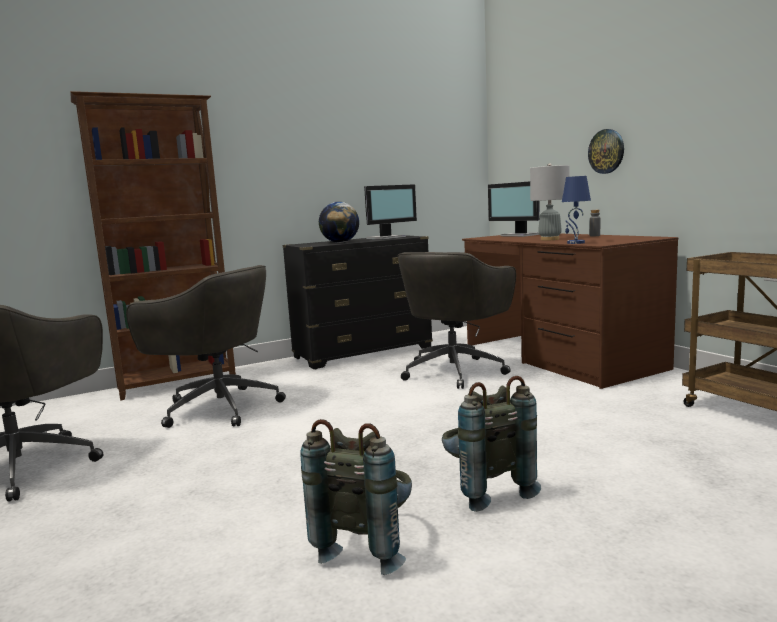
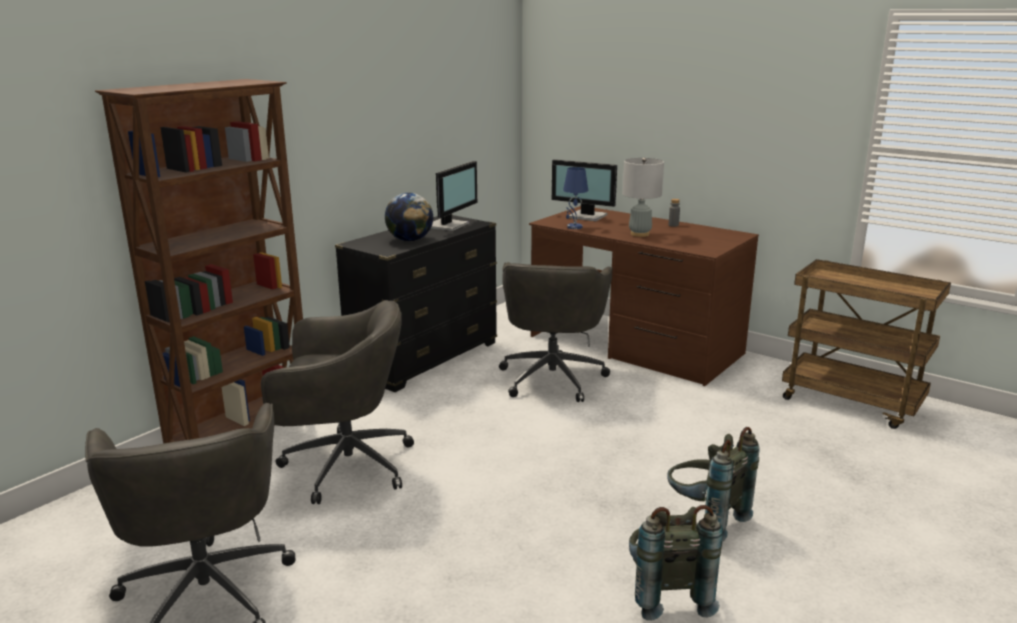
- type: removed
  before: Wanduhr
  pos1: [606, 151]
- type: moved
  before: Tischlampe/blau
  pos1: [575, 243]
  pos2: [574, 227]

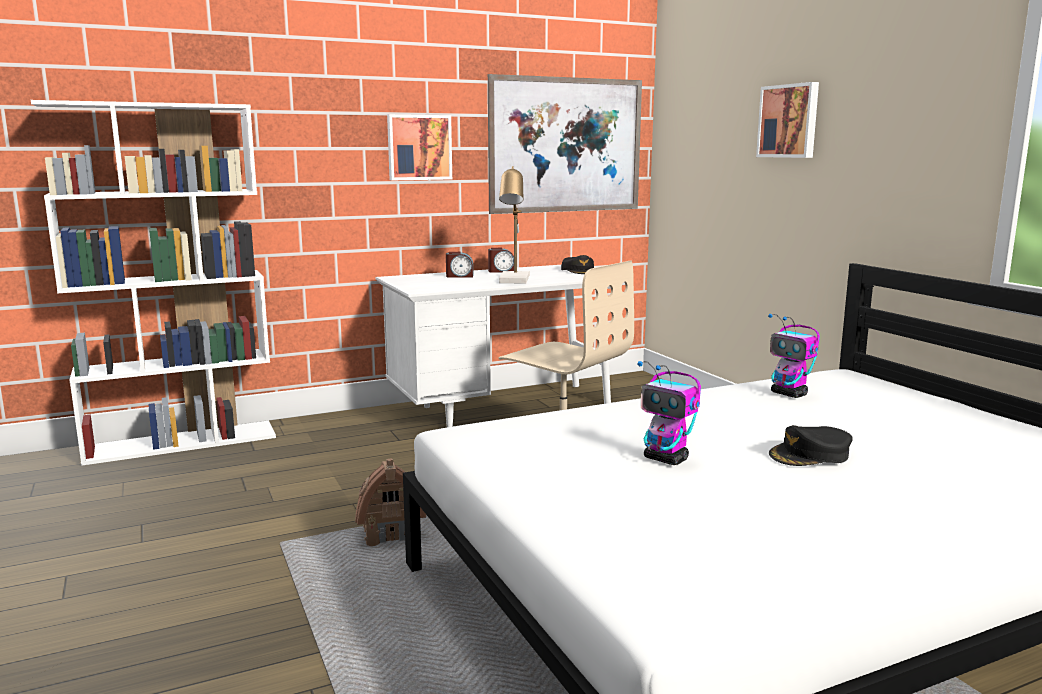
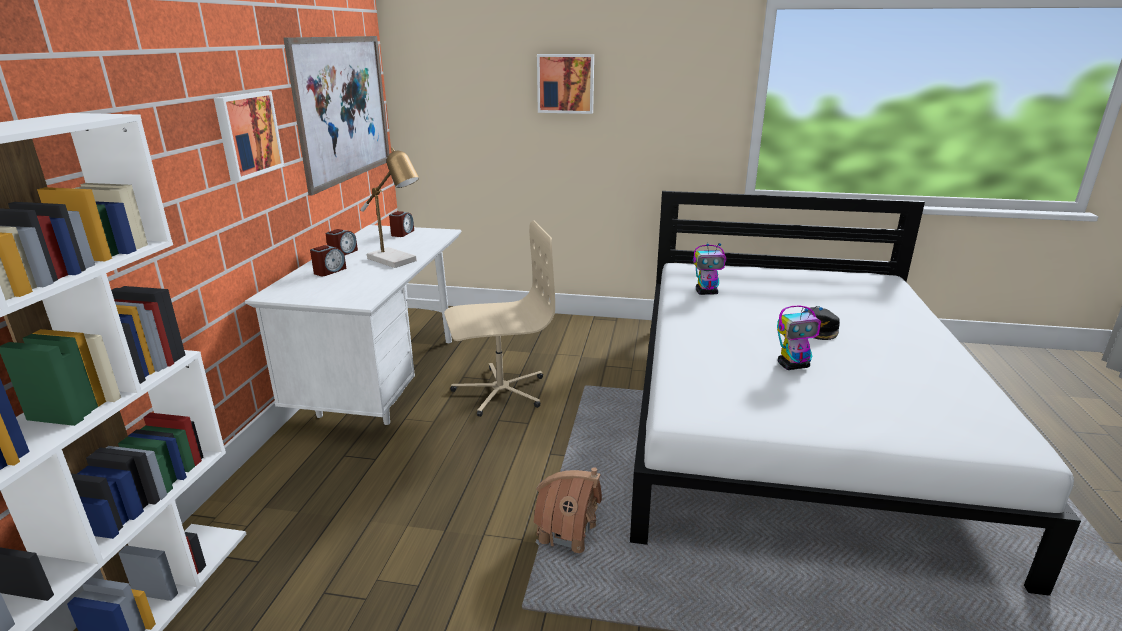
- type: replaced
  before: Kappe/schwarz
  after: Wecker
  pos1: [579, 270]
  pos2: [402, 233]

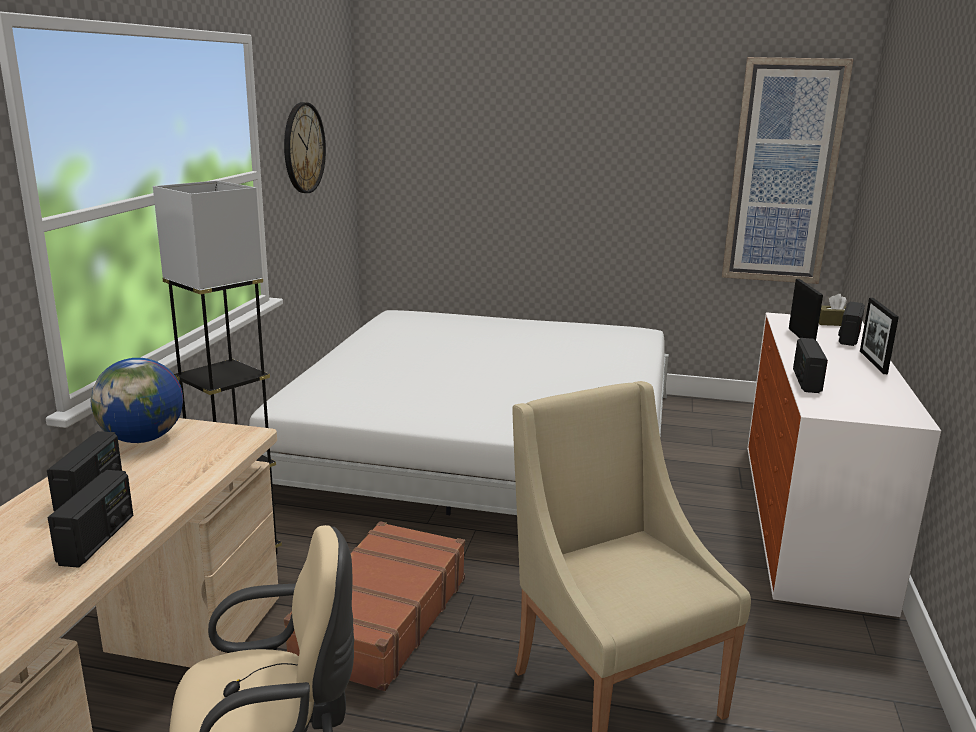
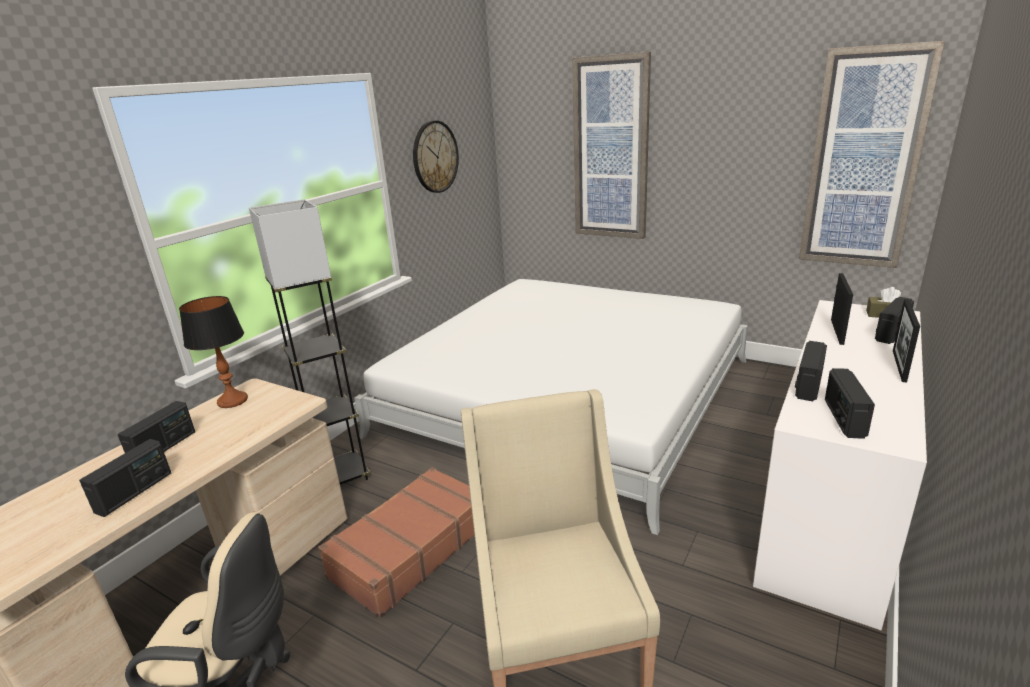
- type: added
  after: Bild
  pos2: [611, 150]
- type: added
  after: Radio
  pos2: [844, 418]
- type: replaced
  before: Globus
  after: Tischlampe
  pos1: [143, 439]
  pos2: [233, 400]

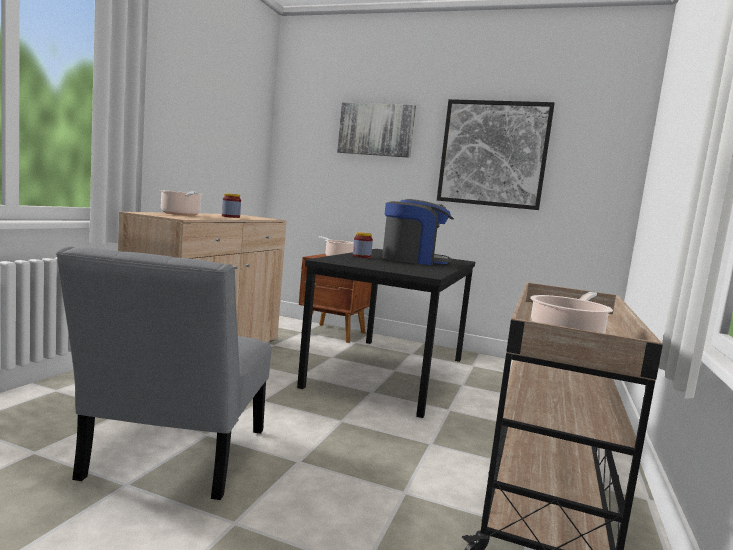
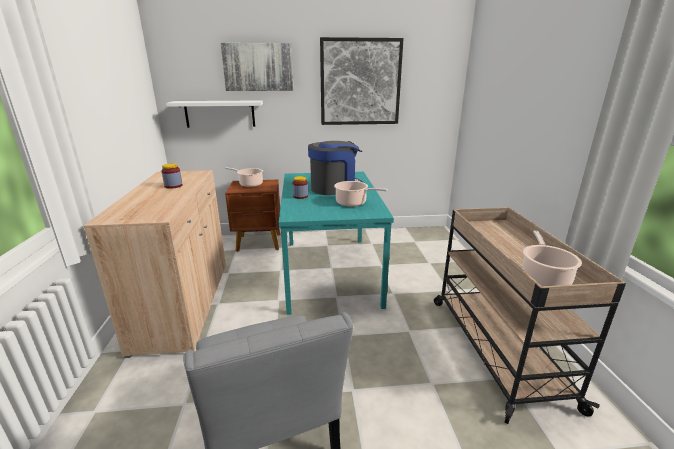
- type: added
  after: Wandregal/weiß
  pos2: [220, 114]
- type: moved
  before: Kochtopf
  pos1: [181, 214]
  pos2: [353, 203]
- type: recoloured
  before: Esstisch/schwarz
  after: Esstisch/türkis
  pos1: [388, 371]
  pos2: [329, 270]

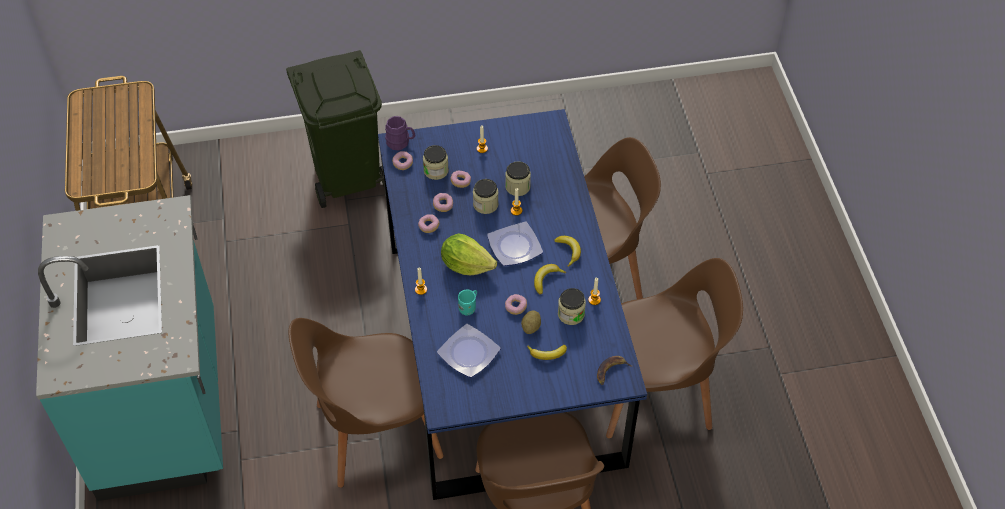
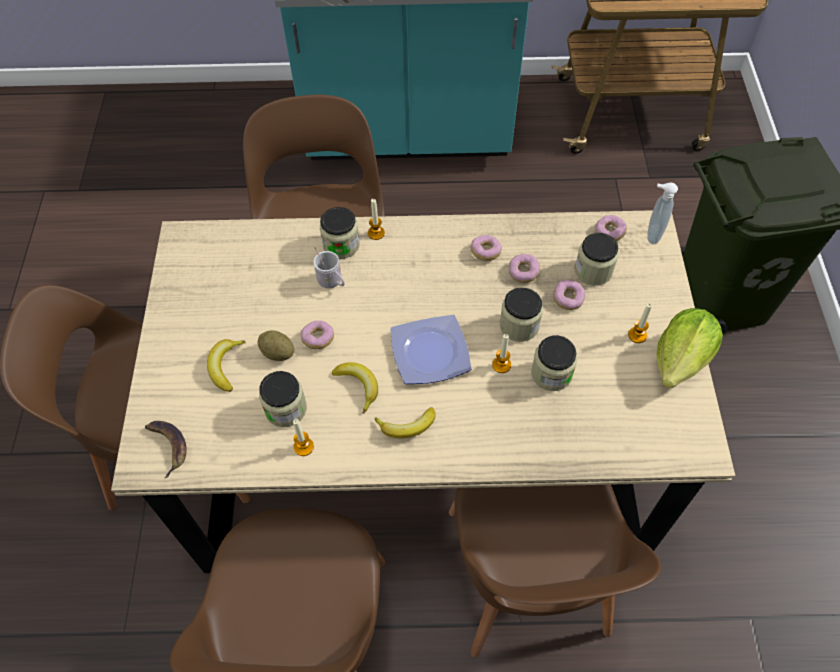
- type: removed
  before: Teller
  pos1: [468, 352]
- type: added
  after: Vorratsglas
  pos2: [341, 245]
- type: moved
  before: Salatkopf
  pos1: [466, 265]
  pos2: [681, 360]
- type: replaced
  before: Henkelbecher/lila
  after: Seifenspender
  pos1: [401, 143]
  pos2: [651, 234]
- type: recoloured
  before: Esstisch/blau
  after: Esstisch/beige
  pos1: [504, 347]
  pos2: [421, 447]
- type: recoloured
  before: Henkelbecher/türkis
  after: Henkelbecher/weiß
  pos1: [468, 307]
  pos2: [332, 283]

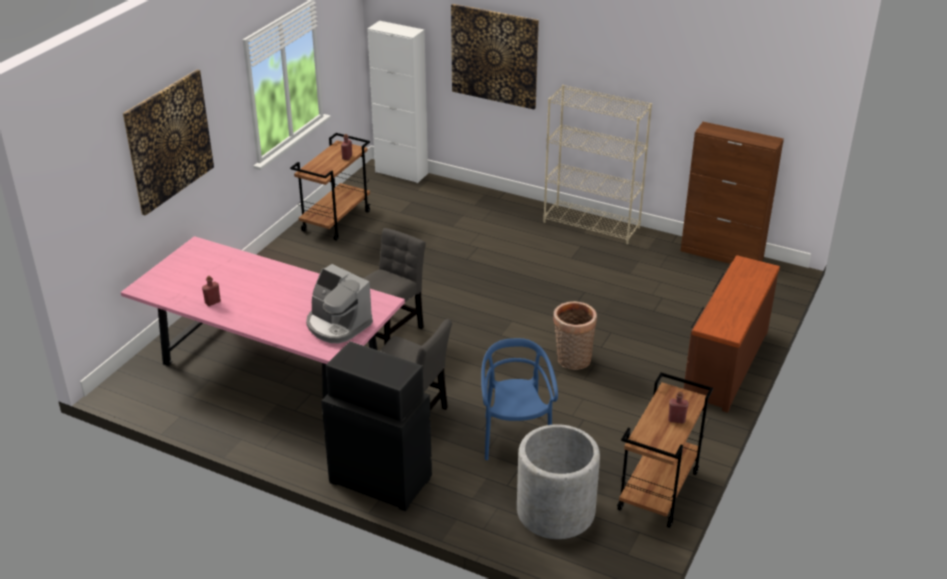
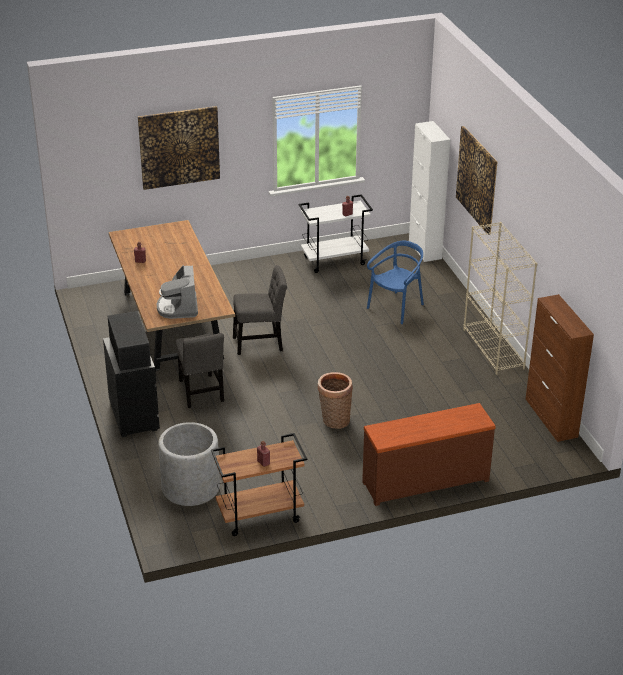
- type: moved
  before: Stuhl/blau
  pos1: [515, 437]
  pos2: [396, 308]
- type: recoloured
  before: Esstisch/rosa
  after: Esstisch/braun
  pos1: [271, 365]
  pos2: [172, 324]
- type: recoloured
  before: Rollwagen/braun
  after: Rollwagen/weiß
  pos1: [336, 220]
  pos2: [335, 260]

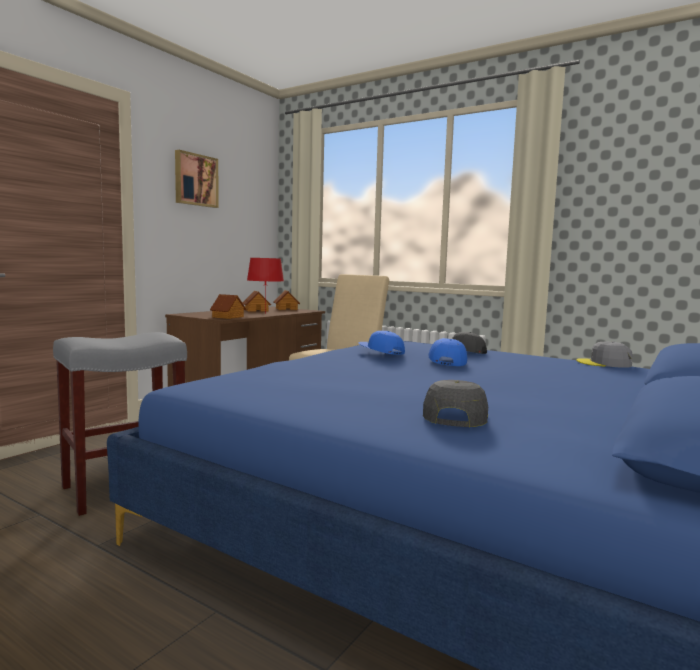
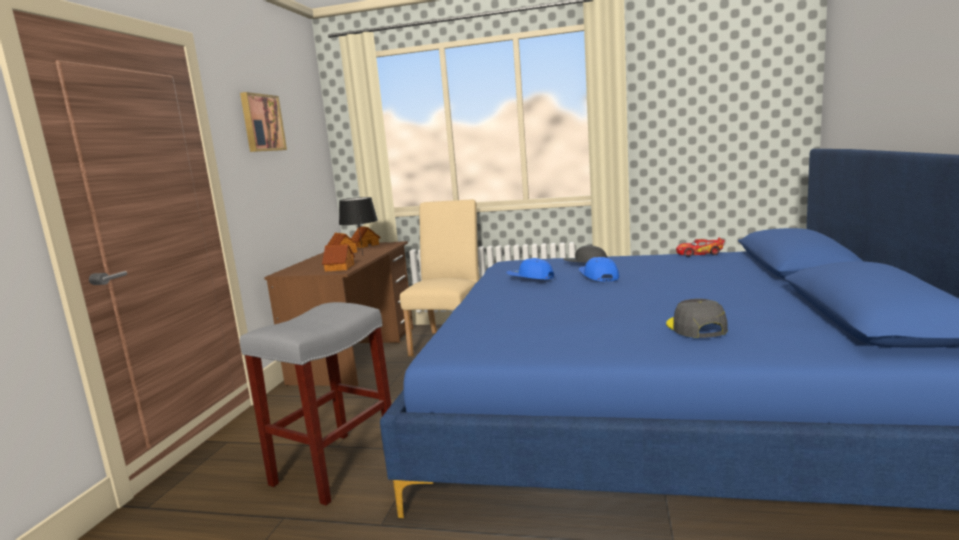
- type: replaced
  before: Kappe/grau
  after: Spielzeugauto
  pos1: [604, 363]
  pos2: [699, 253]
- type: recoloured
  before: Tischlampe/rot
  after: Tischlampe/schwarz
  pos1: [265, 313]
  pos2: [362, 256]

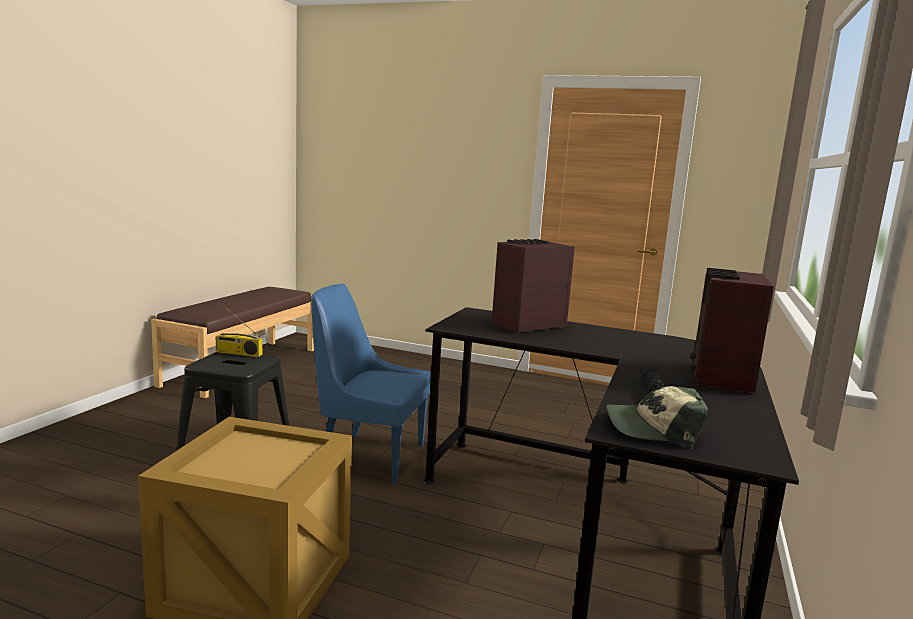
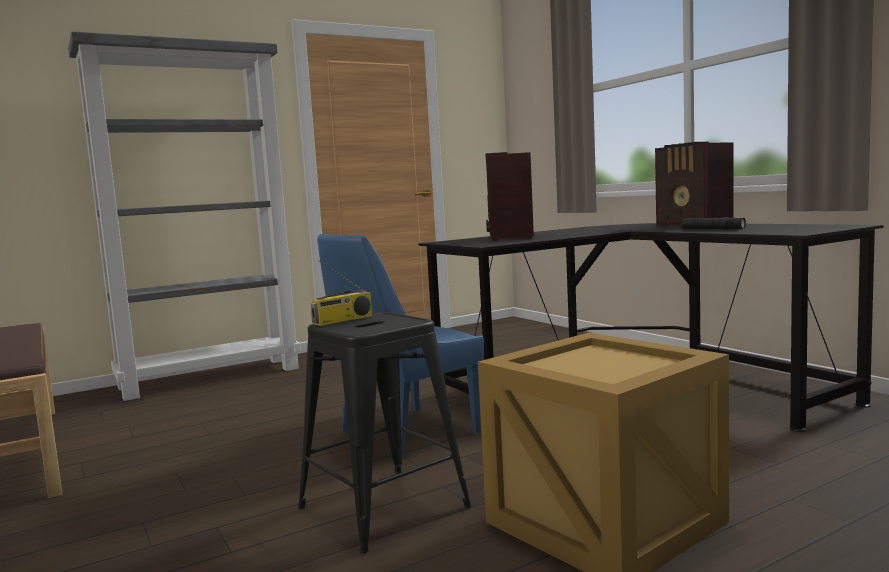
- type: removed
  before: Kappe
  pos1: [653, 429]
- type: added
  after: Bücherregal/grau
  pos2: [211, 377]

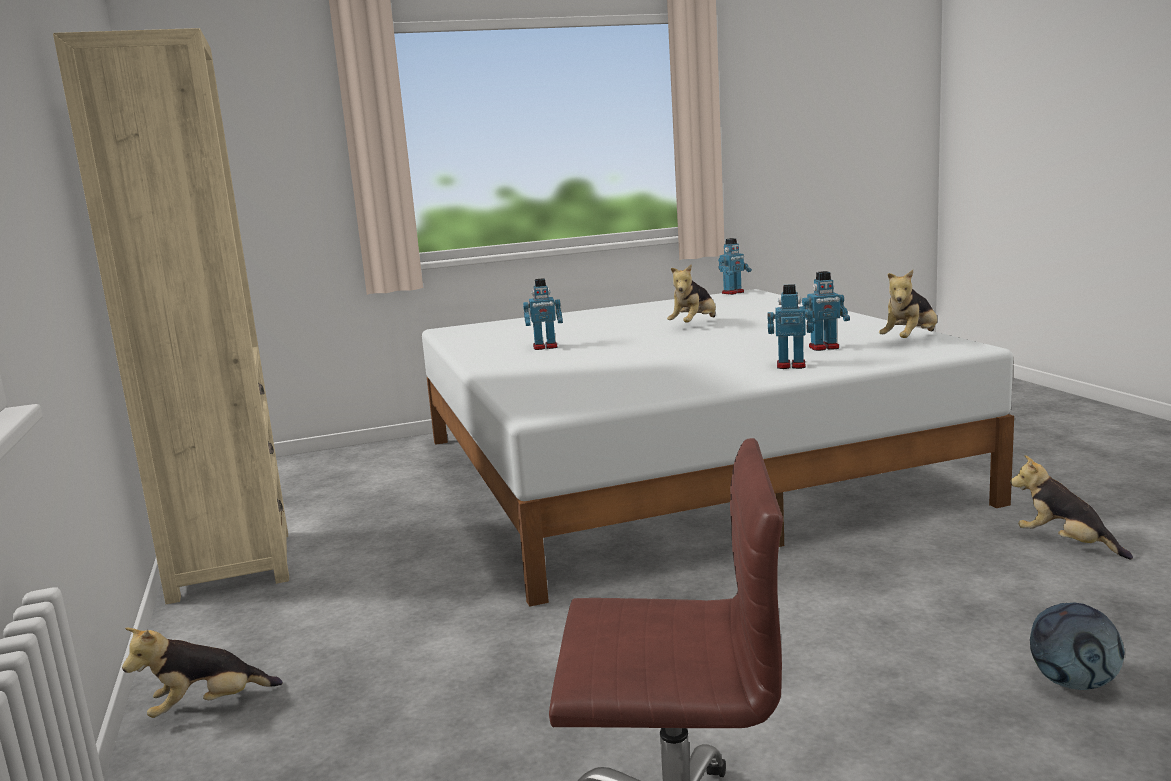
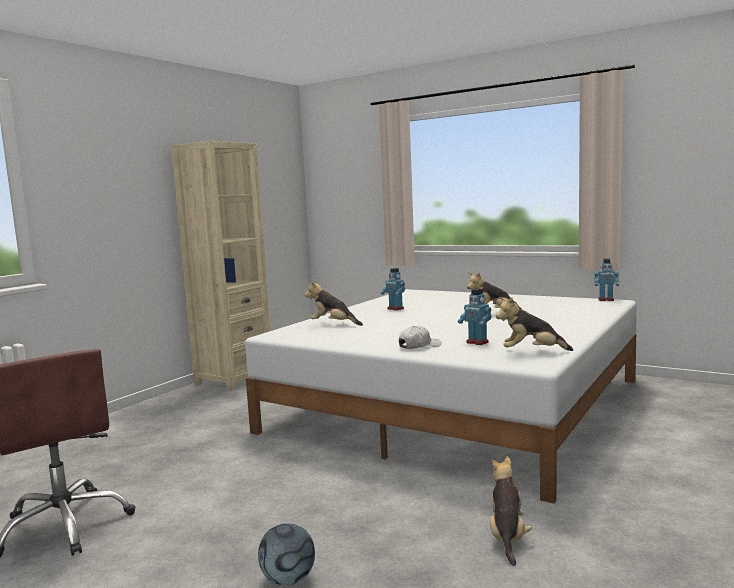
- type: moved
  before: Plüschtier
  pos1: [207, 707]
  pos2: [333, 324]
- type: replaced
  before: Spielzeugroboter
  after: Kappe/weiß
  pos1: [791, 365]
  pos2: [419, 346]

